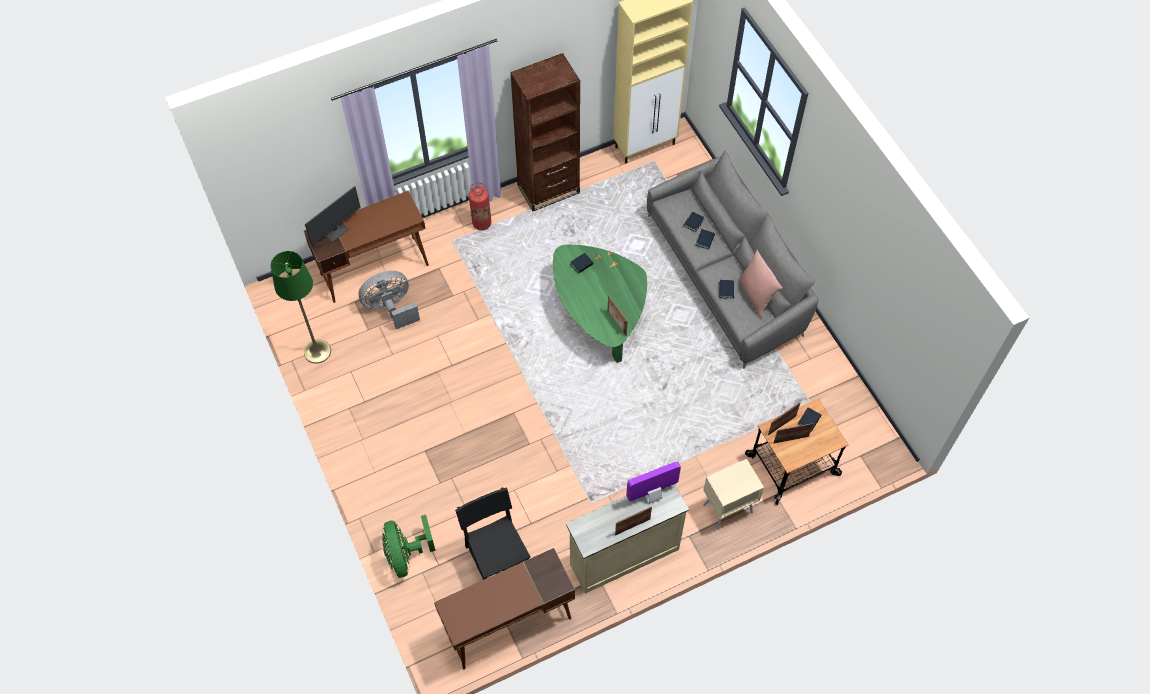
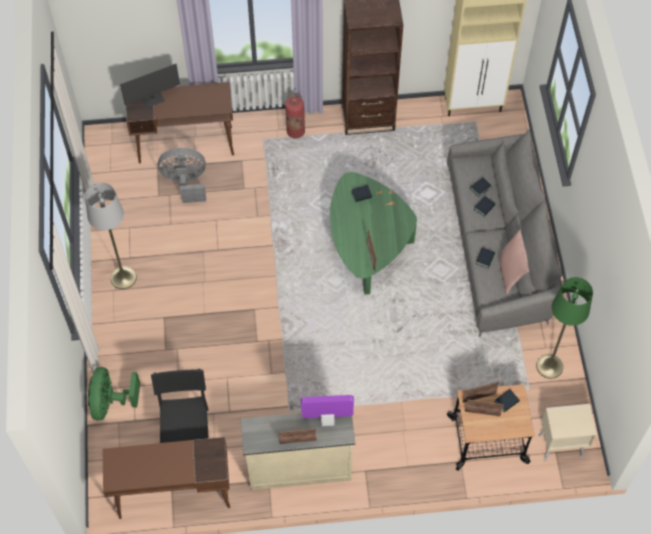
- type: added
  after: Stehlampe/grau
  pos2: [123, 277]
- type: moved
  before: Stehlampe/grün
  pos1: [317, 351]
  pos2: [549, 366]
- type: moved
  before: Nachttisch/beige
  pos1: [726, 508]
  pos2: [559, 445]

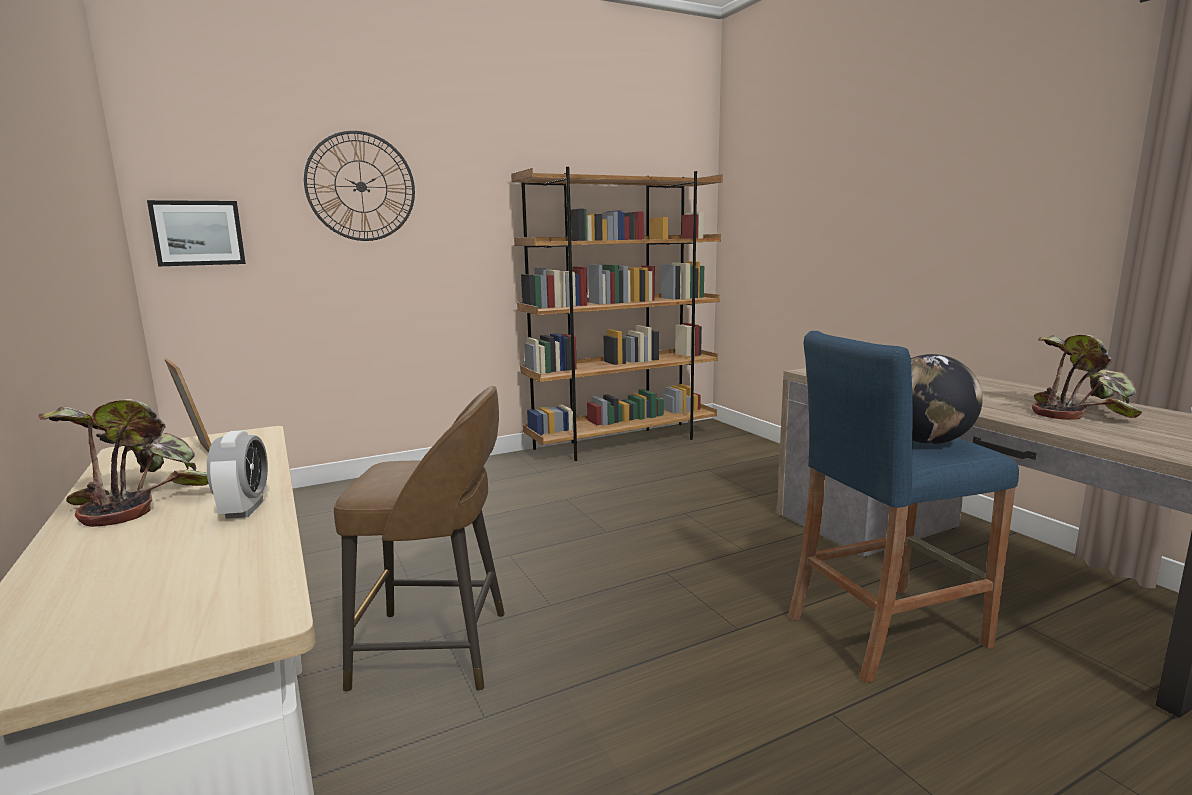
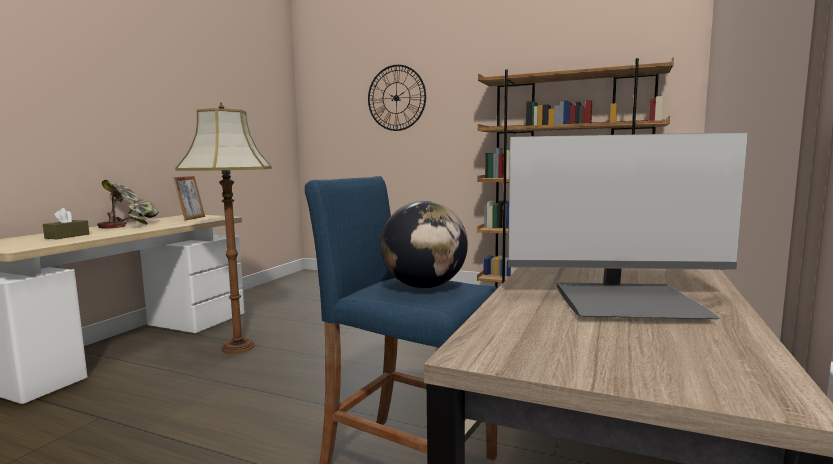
- type: removed
  before: Bild
  pos1: [198, 233]
- type: removed
  before: Wecker
  pos1: [245, 509]
- type: added
  after: Taschentuchbox/braun
  pos2: [67, 236]
- type: replaced
  before: Hocker/braun
  after: Stehlampe
  pos1: [437, 649]
  pos2: [239, 347]
- type: replaced
  before: Topfpflanze
  after: Monitor
  pos1: [1079, 411]
  pos2: [625, 302]

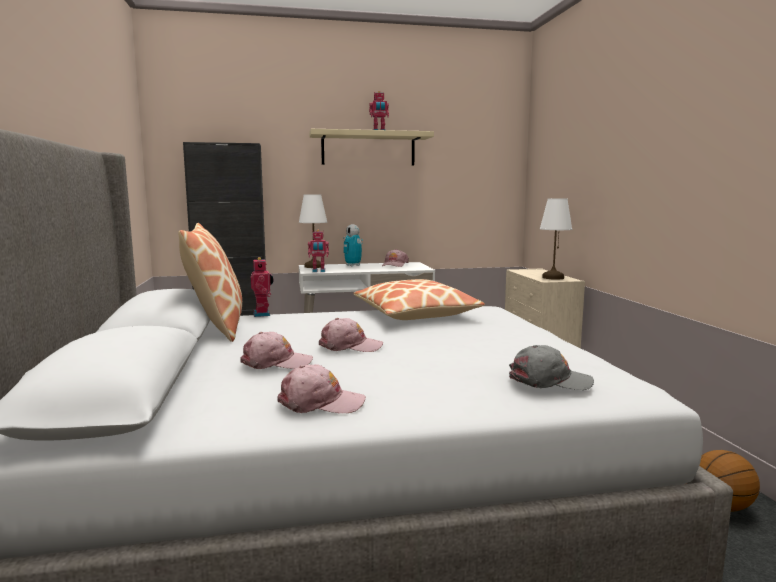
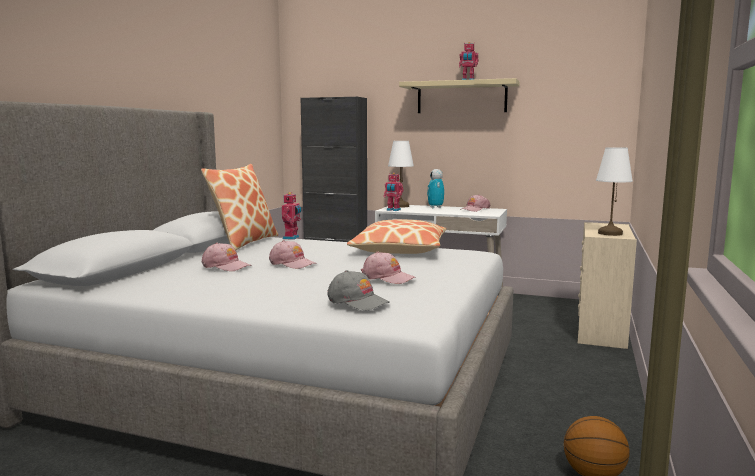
- type: moved
  before: Kappe/rosa
  pos1: [321, 403]
  pos2: [387, 278]

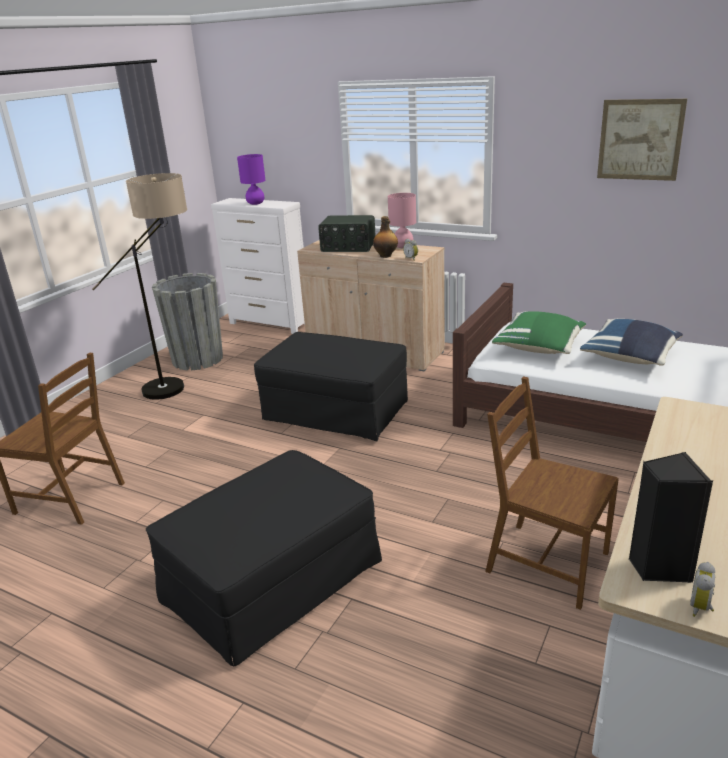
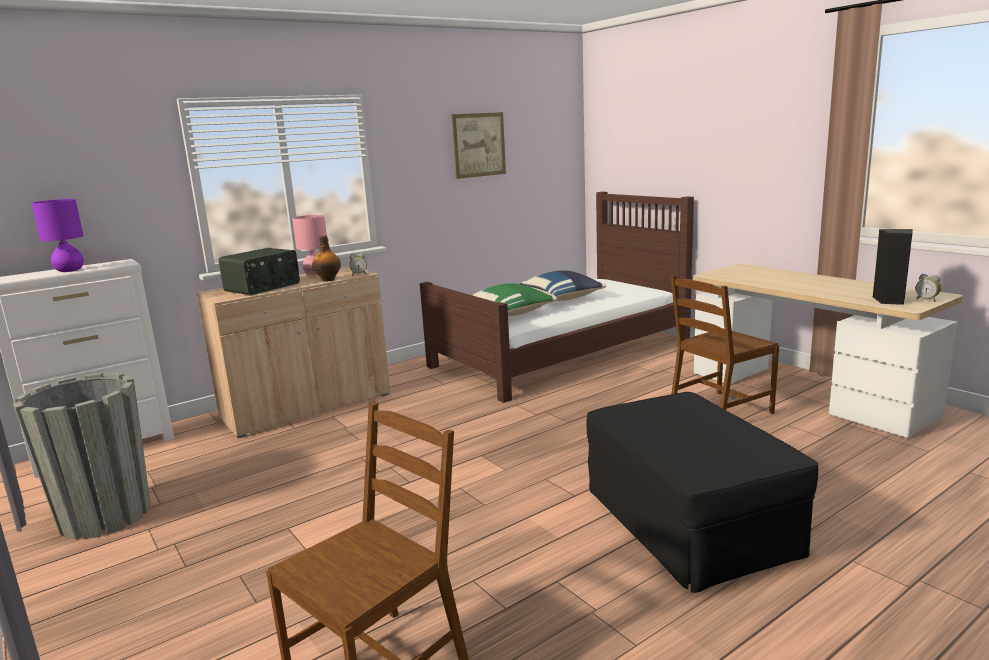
- type: removed
  before: Stehlampe
  pos1: [179, 389]
- type: removed
  before: Polsterhocker/schwarz
  pos1: [335, 411]

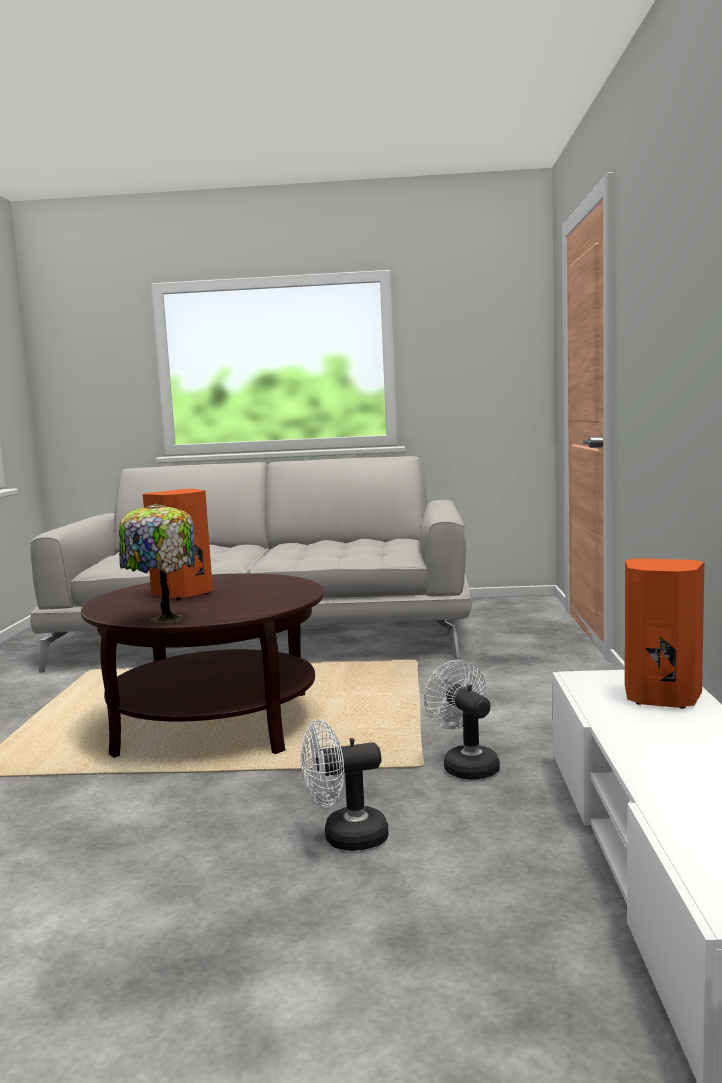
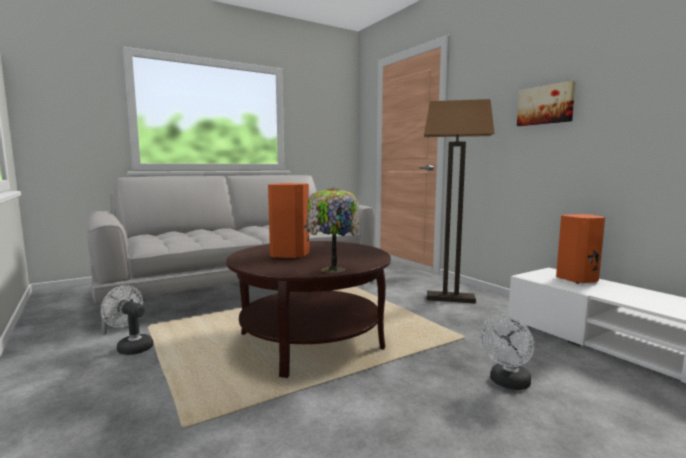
- type: added
  after: Stehlampe
  pos2: [450, 299]
- type: added
  after: Bild
  pos2: [545, 105]
- type: moved
  before: Ventilator/weiß
  pos1: [465, 765]
  pos2: [131, 347]

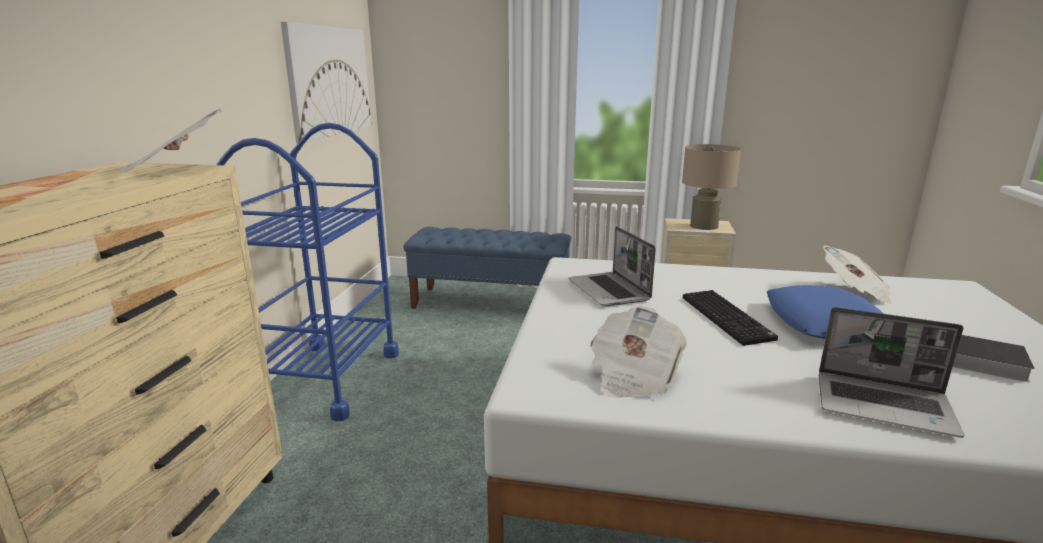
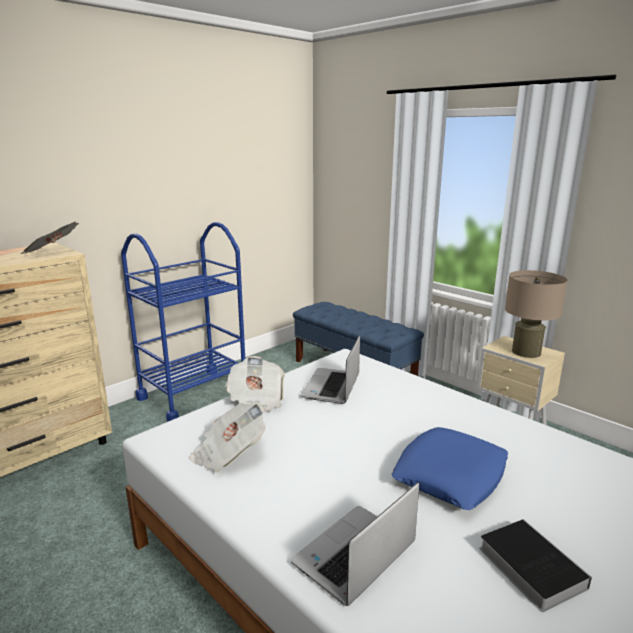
- type: removed
  before: Bild
  pos1: [329, 81]
- type: removed
  before: Tastatur
  pos1: [728, 318]
- type: moved
  before: Zeitung
  pos1: [854, 292]
  pos2: [256, 401]
- type: turned
  before: Laptop
  pos1: [885, 405]
  pos2: [354, 556]
  turn: 75

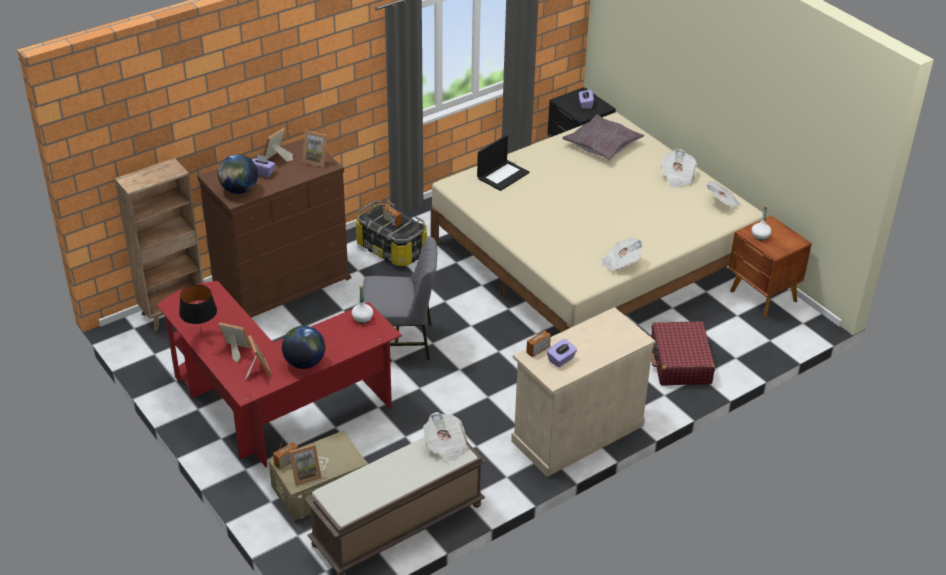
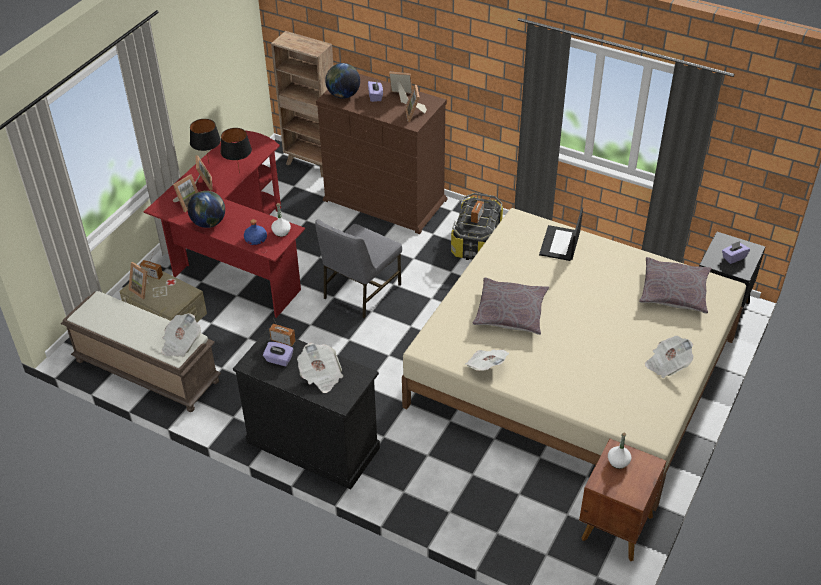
- type: removed
  before: Koffer/rot
  pos1: [680, 362]
- type: added
  after: Tischlampe/schwarz
  pos2: [239, 172]
- type: added
  after: Flasche/blau
  pos2: [256, 240]
- type: added
  after: Kissen/grau
  pos2: [510, 312]
- type: moved
  before: Zeitung
  pos1: [722, 203]
  pos2: [321, 376]
- type: recoloured
  before: Schrank/beige
  after: Schrank/schwarz
  pos1: [577, 433]
  pos2: [313, 445]
- type: turned
  before: Stuhl/grau
  pos1: [400, 341]
  pos2: [360, 291]
  turn: 60
- type: turned
  before: Laptop
  pos1: [503, 175]
  pos2: [560, 244]
  turn: 90

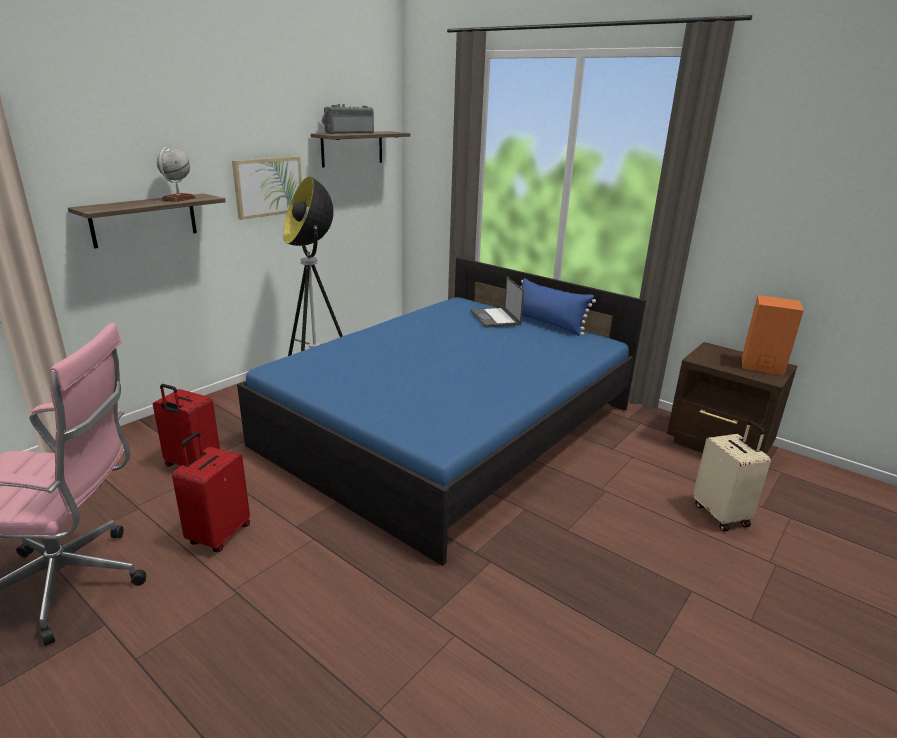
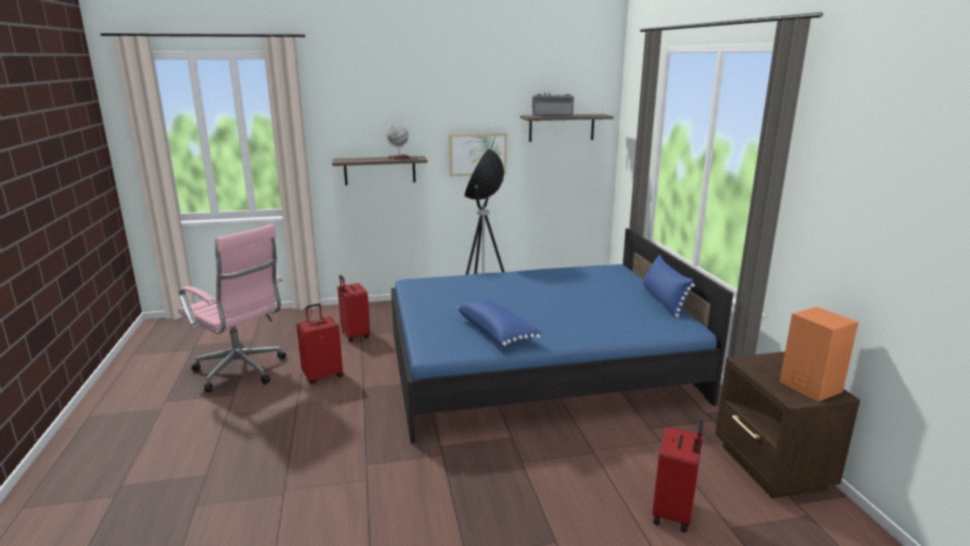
- type: removed
  before: Laptop
  pos1: [495, 318]
- type: added
  after: Kissen/blau
  pos2: [497, 332]
- type: recoloured
  before: Koffer/beige
  after: Koffer/rot
  pos1: [721, 515]
  pos2: [674, 513]

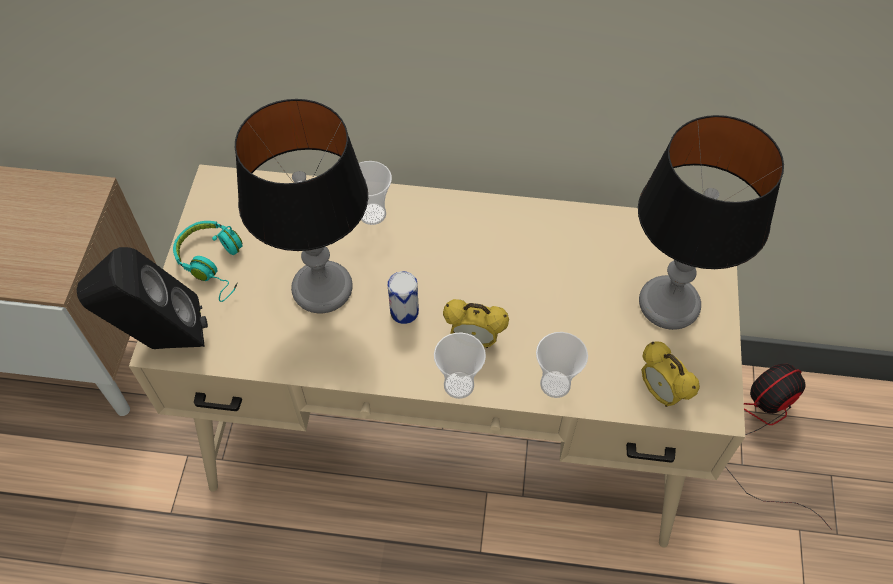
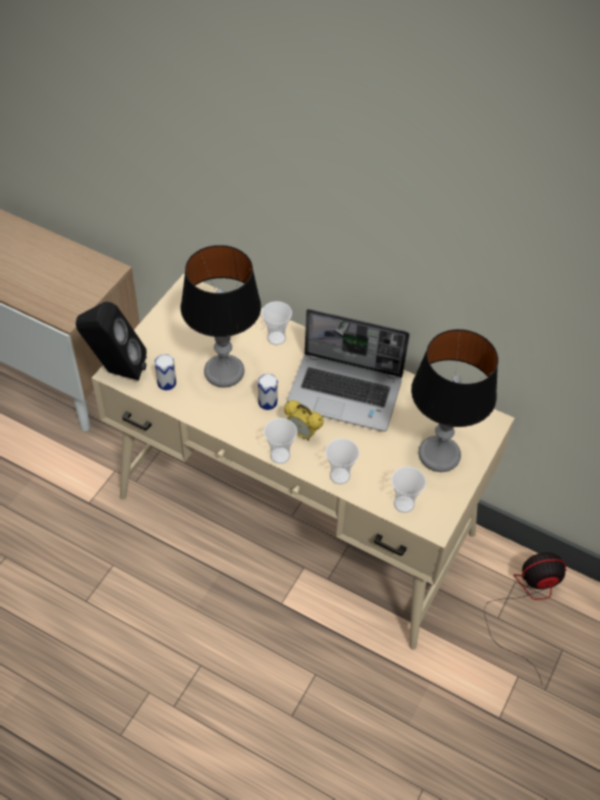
- type: removed
  before: Kopfhörer/türkis
  pos1: [214, 264]
- type: added
  after: Dose
  pos2: [166, 383]
- type: added
  after: Laptop
  pos2: [346, 393]
- type: replaced
  before: Wecker
  after: Tasse
  pos1: [660, 393]
  pos2: [404, 504]

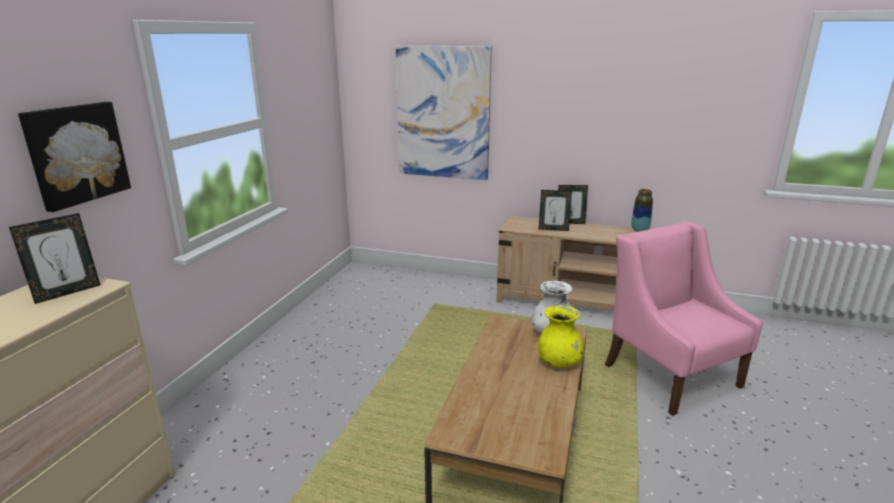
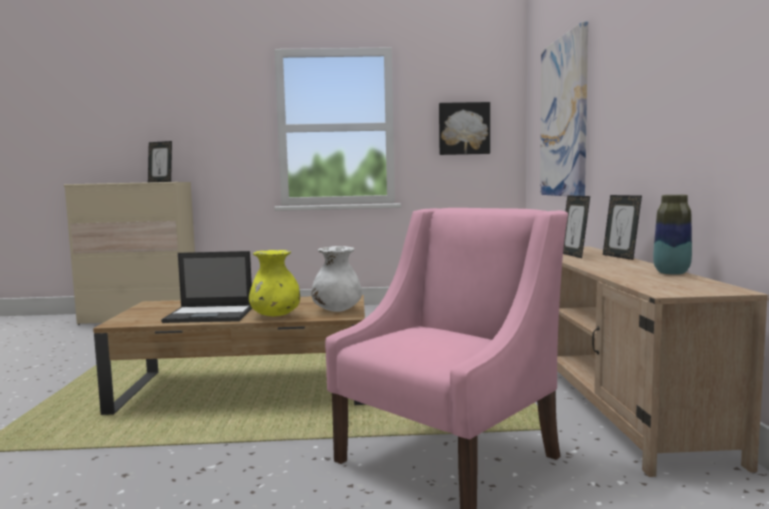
- type: added
  after: Laptop
  pos2: [211, 315]
- type: moved
  before: Bild
  pos1: [76, 154]
  pos2: [464, 128]

